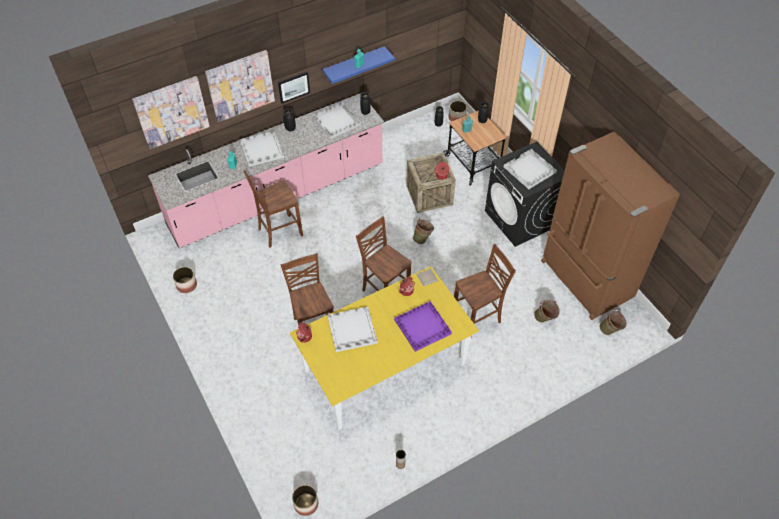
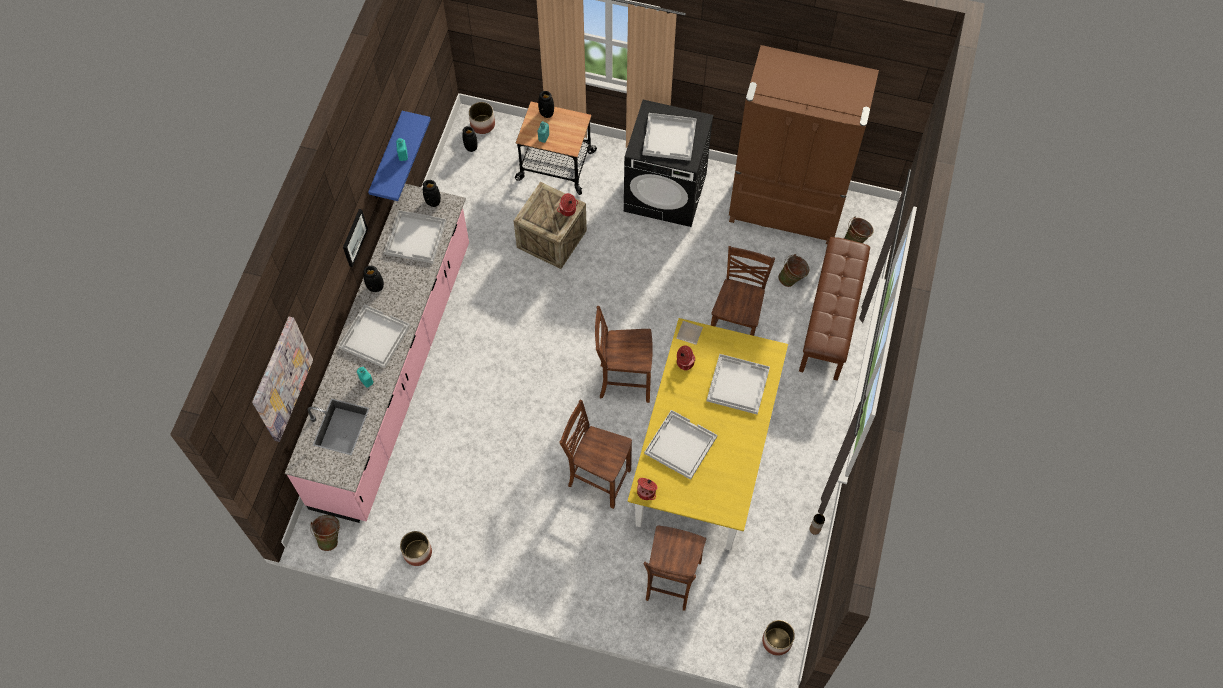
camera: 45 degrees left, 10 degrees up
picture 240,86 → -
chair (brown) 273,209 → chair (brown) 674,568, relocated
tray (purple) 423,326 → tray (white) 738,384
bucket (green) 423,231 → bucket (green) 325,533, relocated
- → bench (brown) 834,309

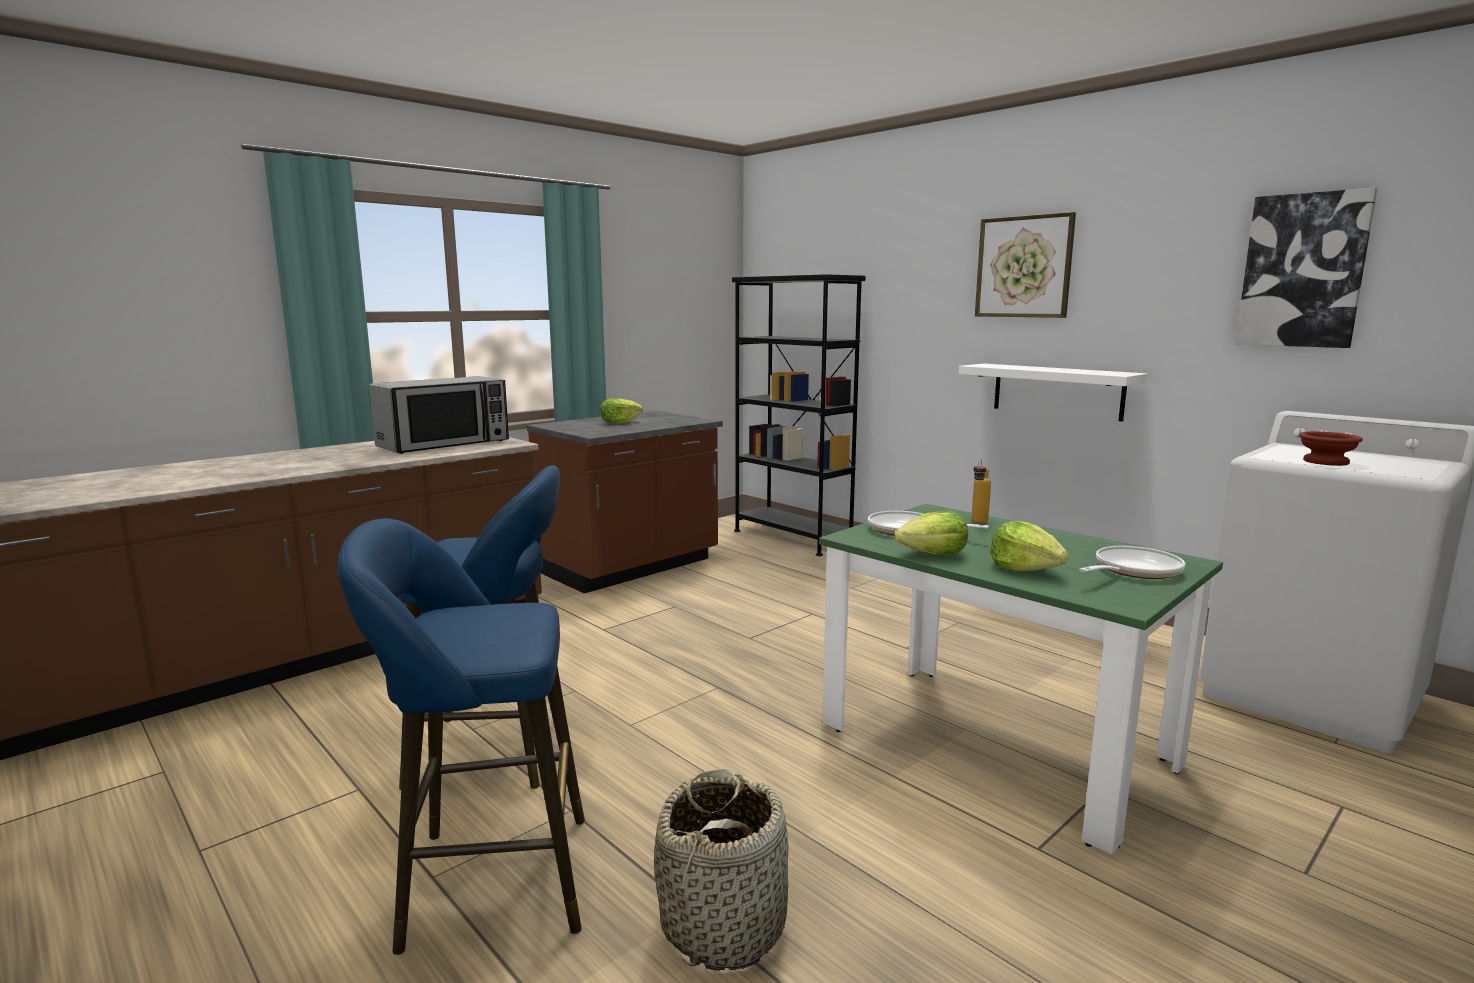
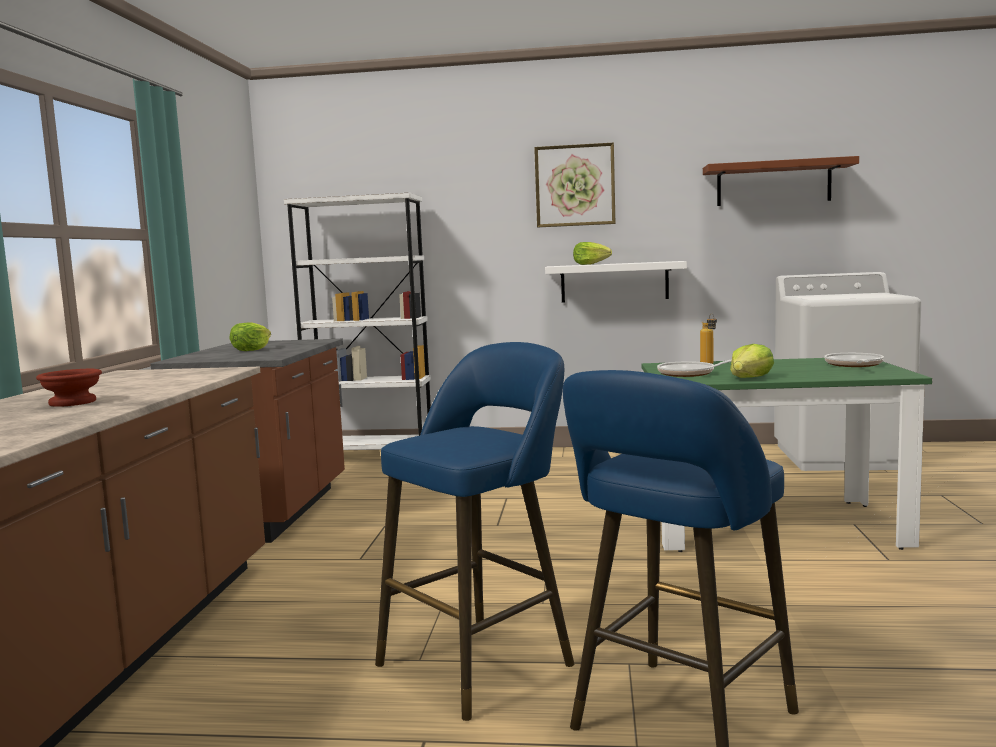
camera: 40 degrees left, 5 degrees down
microwave 439,415 → -
basket 721,869 → -
bookcase (black) 798,415 → bookcase (white) 357,321
lettuce 1029,546 → lettuce 592,253, relocated
picture 1306,267 → shelf (brown) 781,181
bowl (brown) 1331,448 → bowl (brown) 69,388, relocated

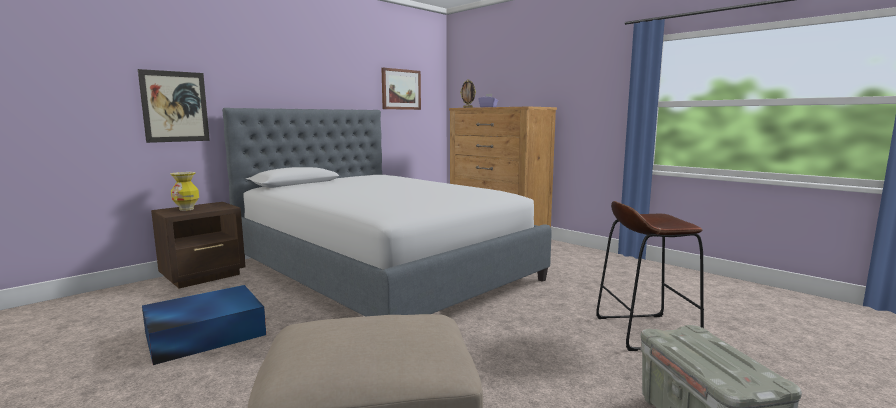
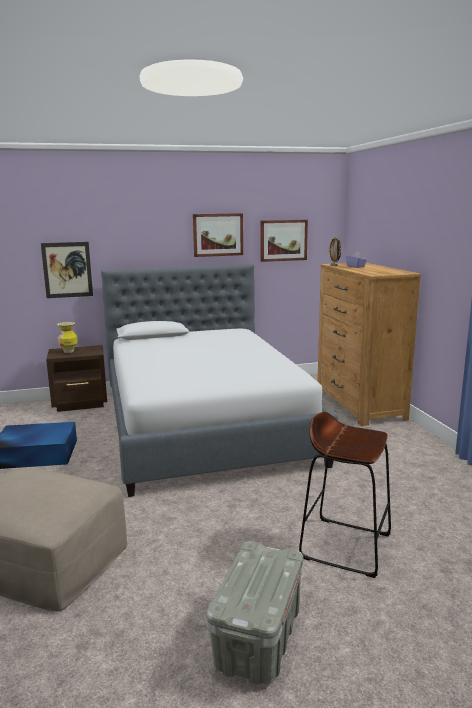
camera: 30 degrees right, 5 degrees up
- → picture 218,235

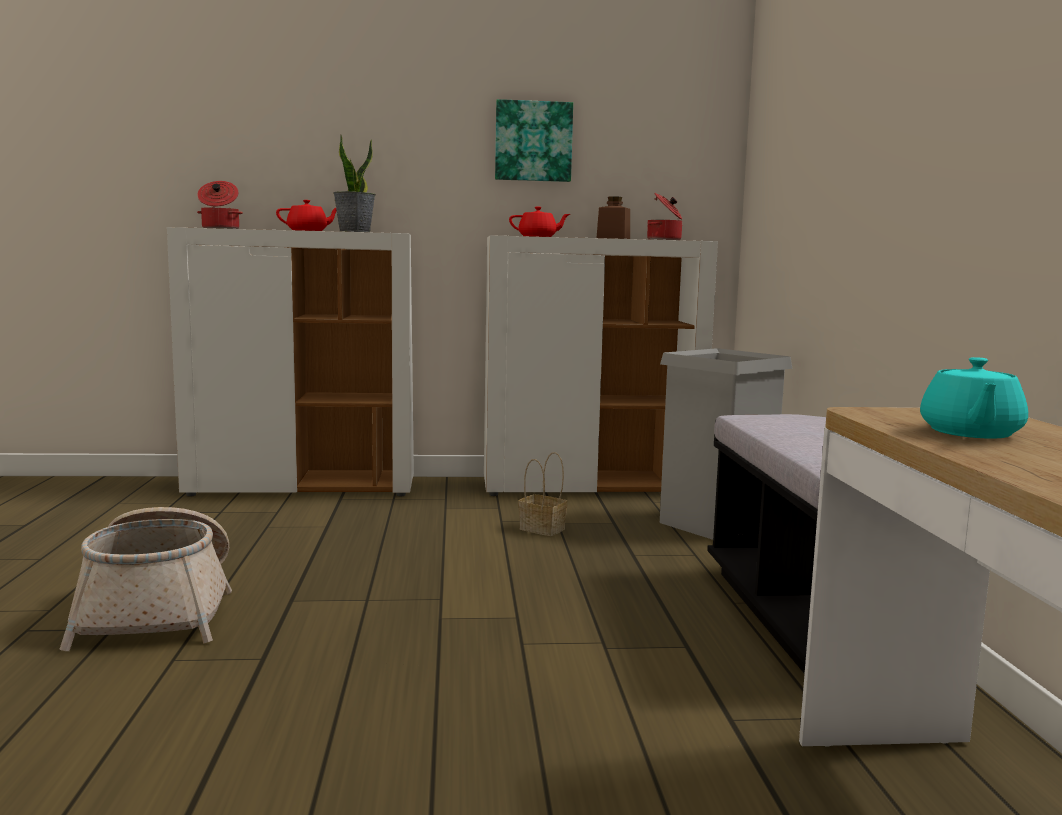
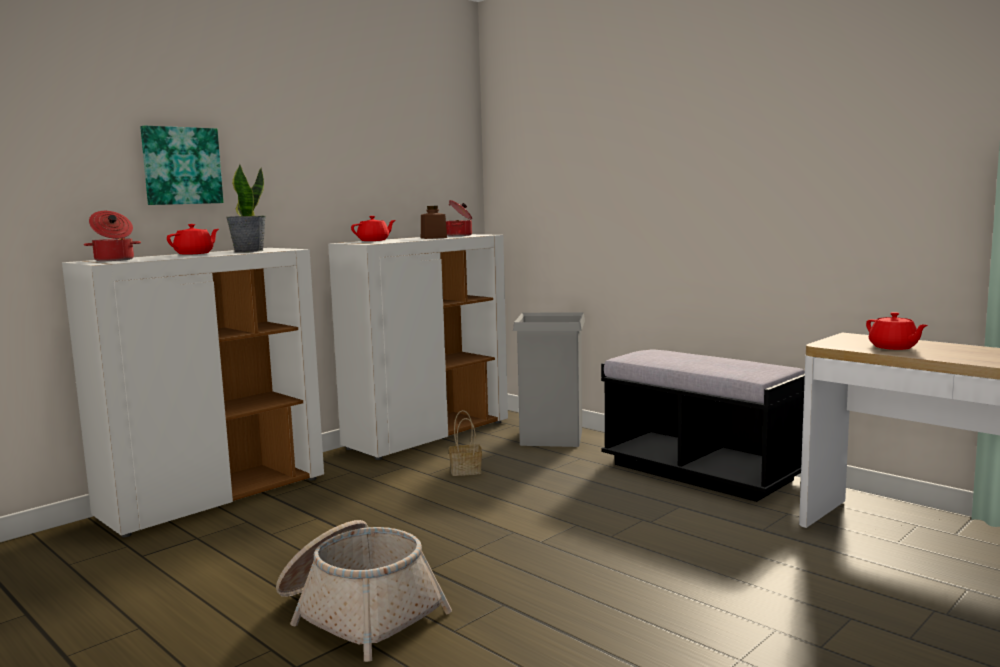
camera: 40 degrees left, 0 degrees up
picture 534,140 → picture 181,165, relocated
teapot (turquoise) 974,397 → teapot (red) 897,331

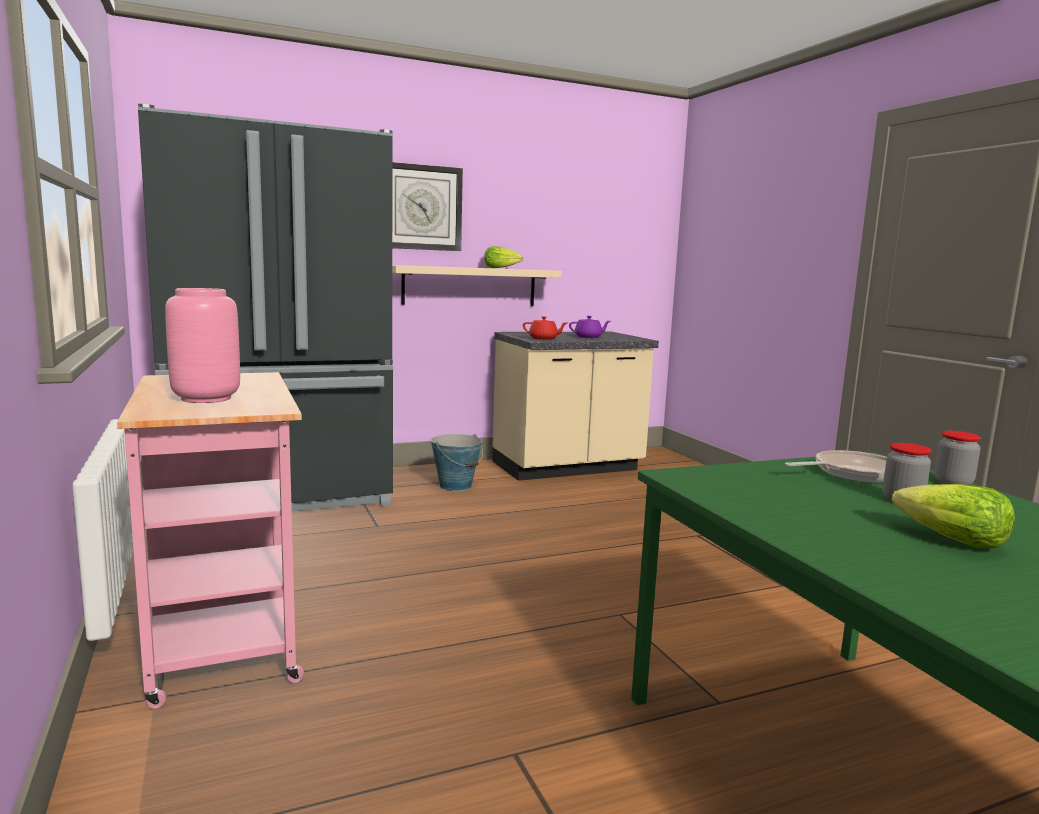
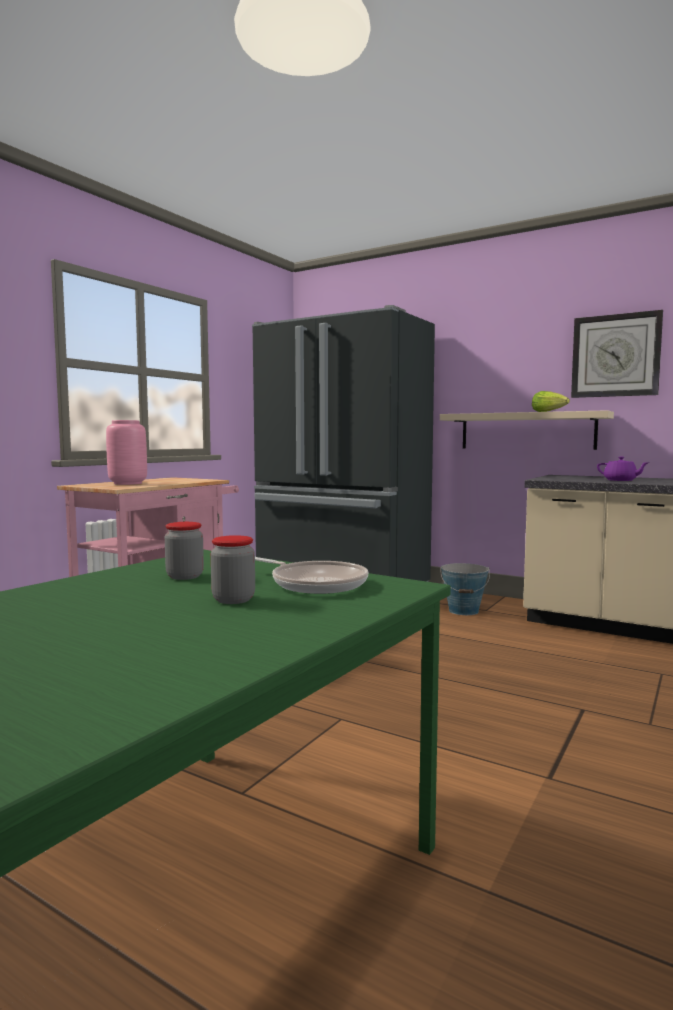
camera: 55 degrees right, 5 degrees down
wall clock 427,206 → wall clock 617,354, relocated
teapot (red) 545,328 → -
lettuce 953,516 → -
jar 958,458 → jar 184,551, relocated

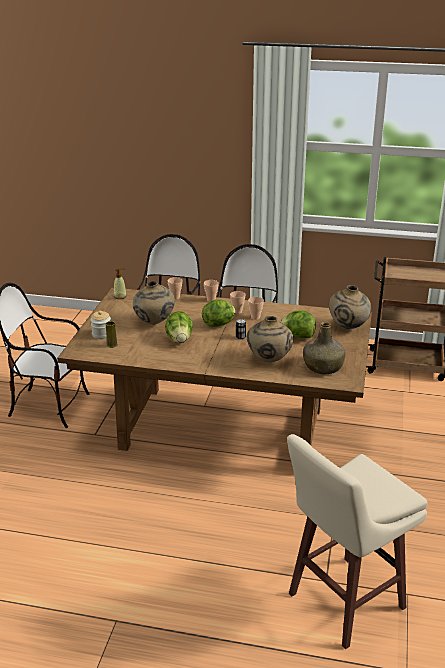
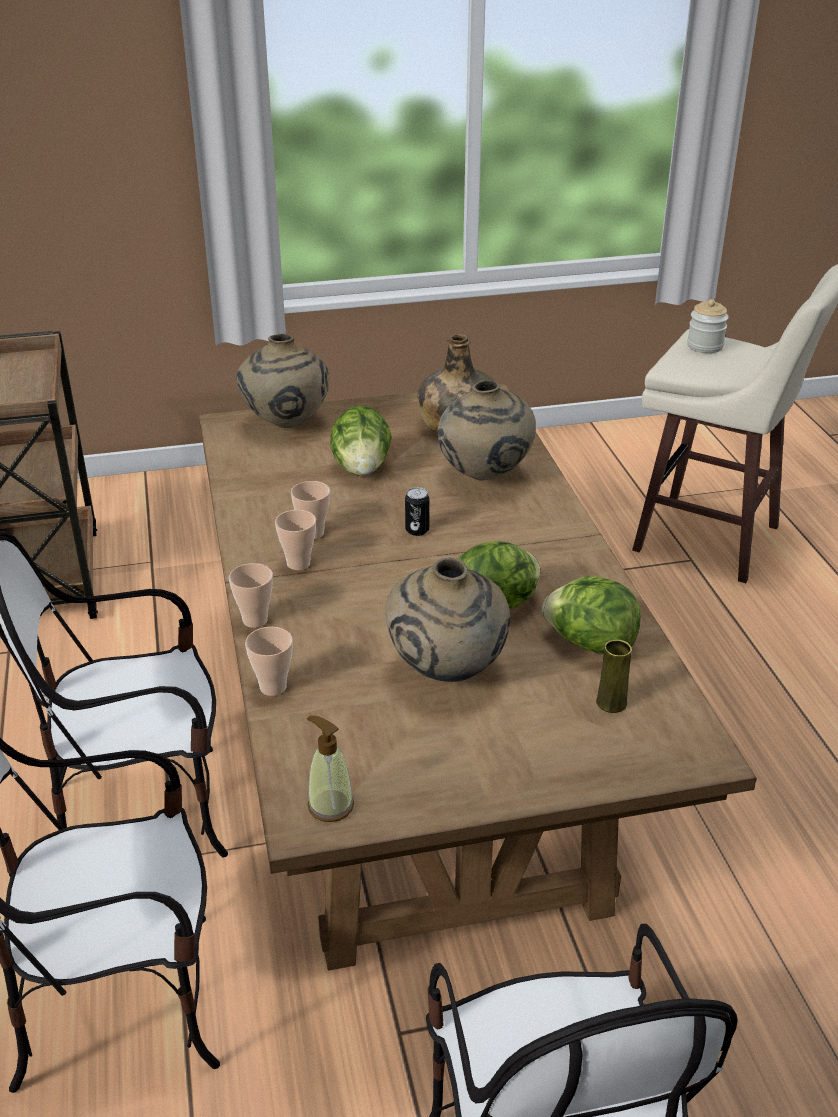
camera: 115 degrees left, 5 degrees up
jar 100,325 → jar 708,326, relocated
lettuce 219,313 → lettuce 591,615, relocated

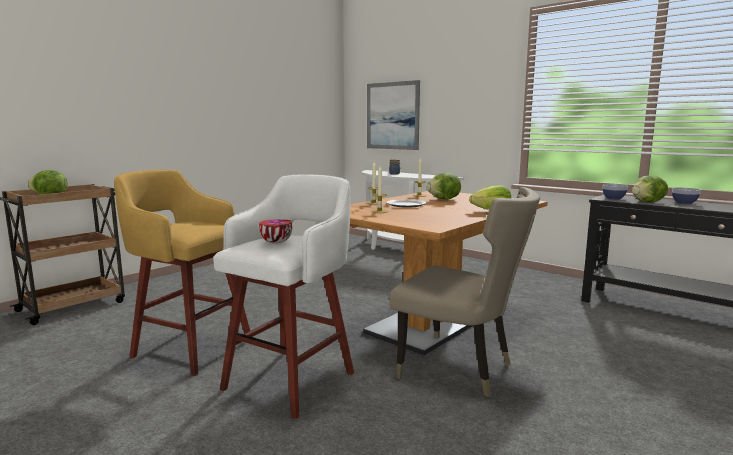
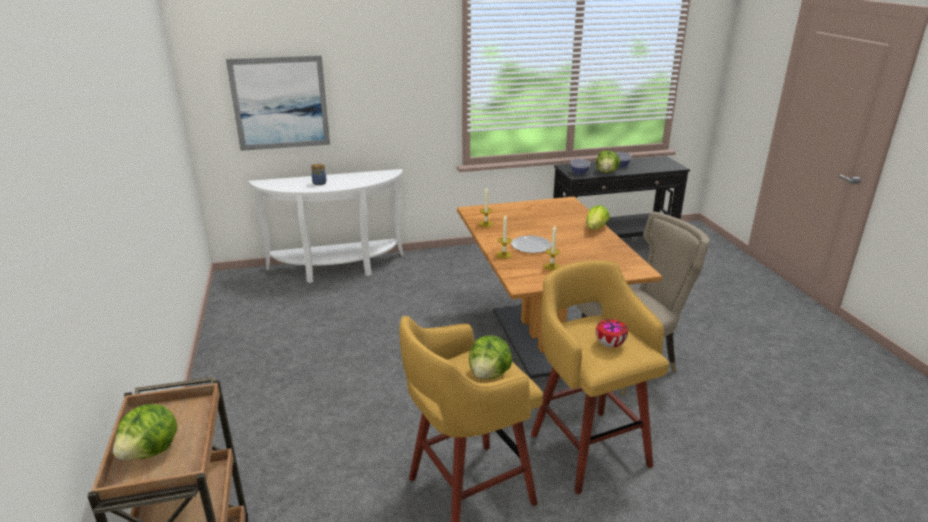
camera: 55 degrees left, 15 degrees up
stool (white) 283,297 → stool (yellow) 600,377
lettuce 443,186 → lettuce 490,357, relocated

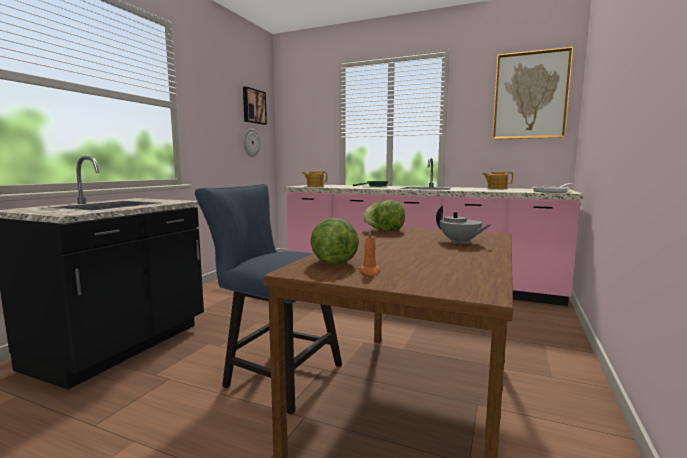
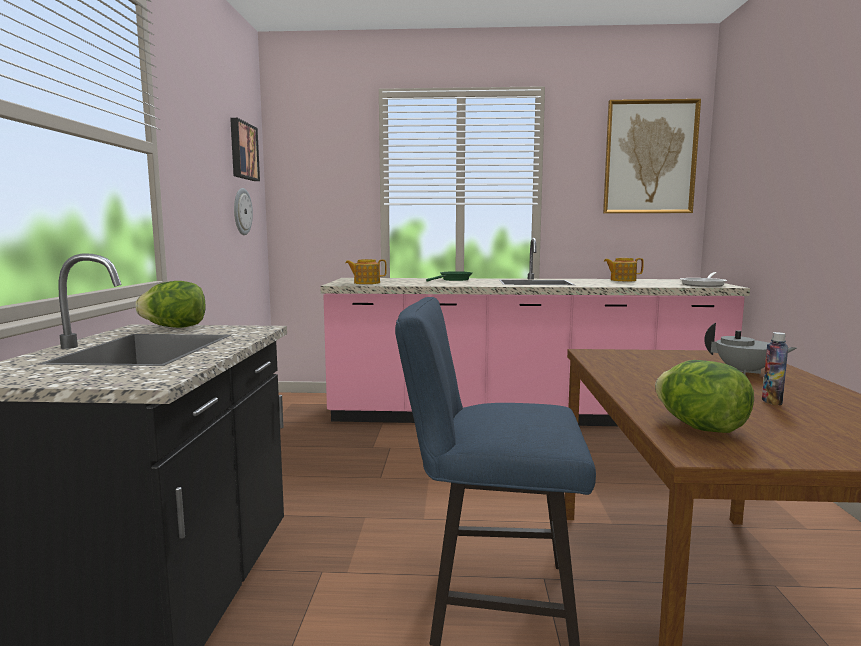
camera: 20 degrees left, 0 degrees up
candle (orange) 369,252 → -
lettuce 384,215 → lettuce 170,304, relocated
- → bottle 775,368

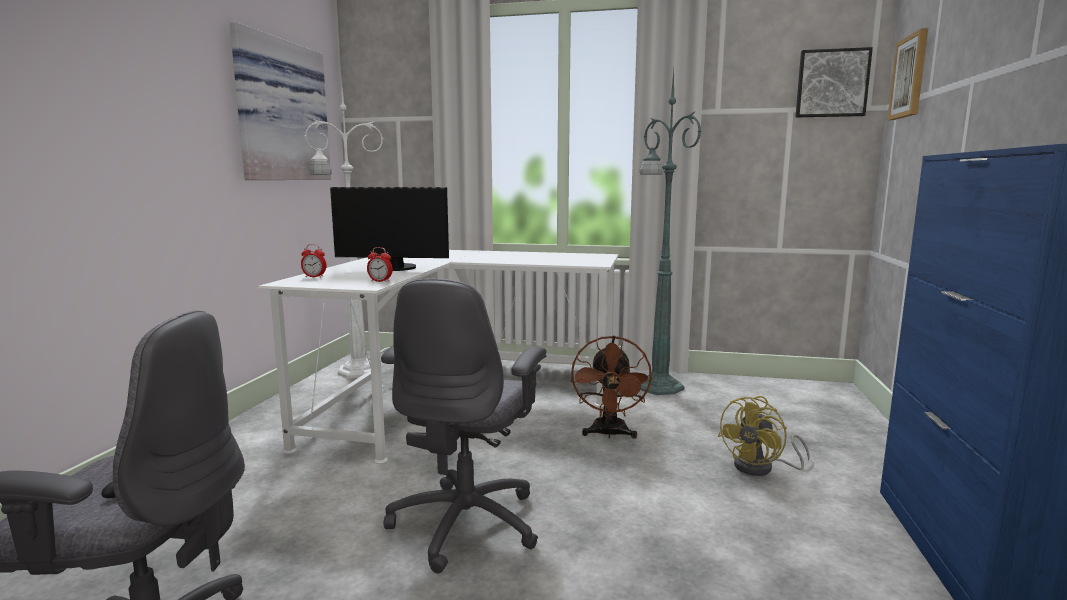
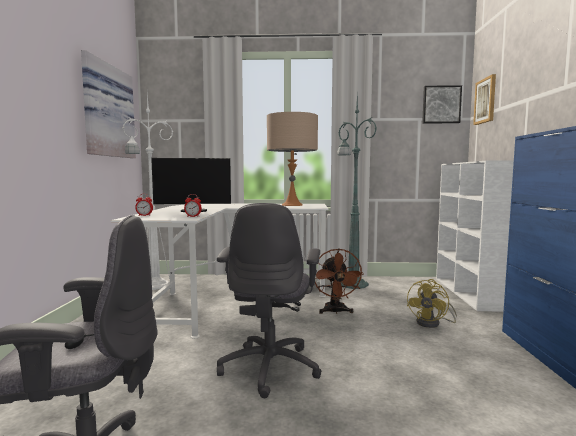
camera: 10 degrees left, 5 degrees down
- → table lamp (beige) 292,159
- → bookcase (white) 475,236

